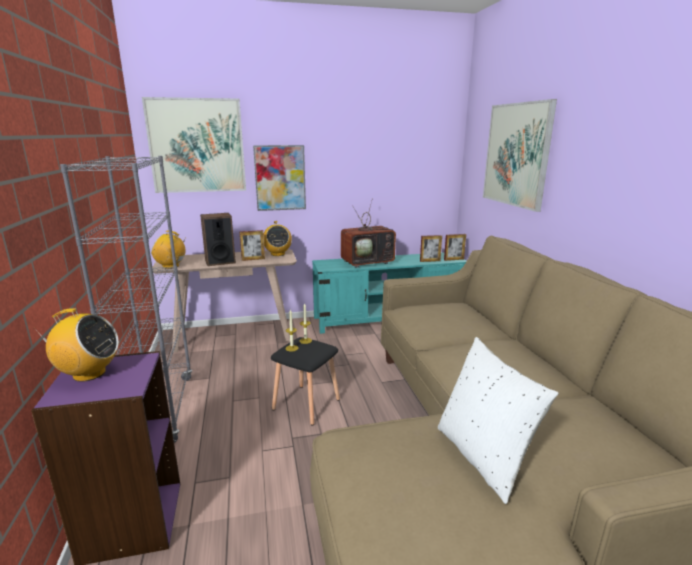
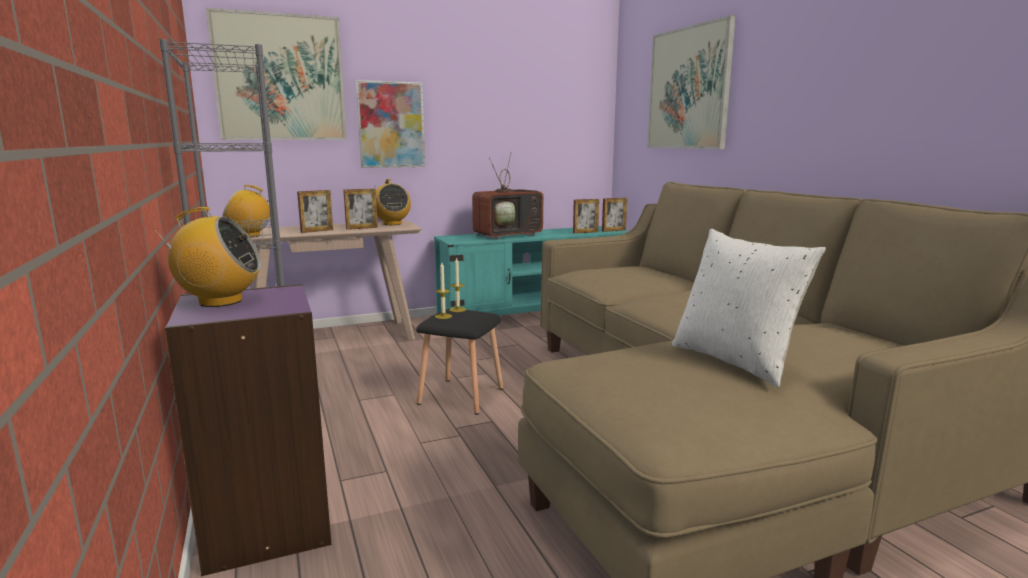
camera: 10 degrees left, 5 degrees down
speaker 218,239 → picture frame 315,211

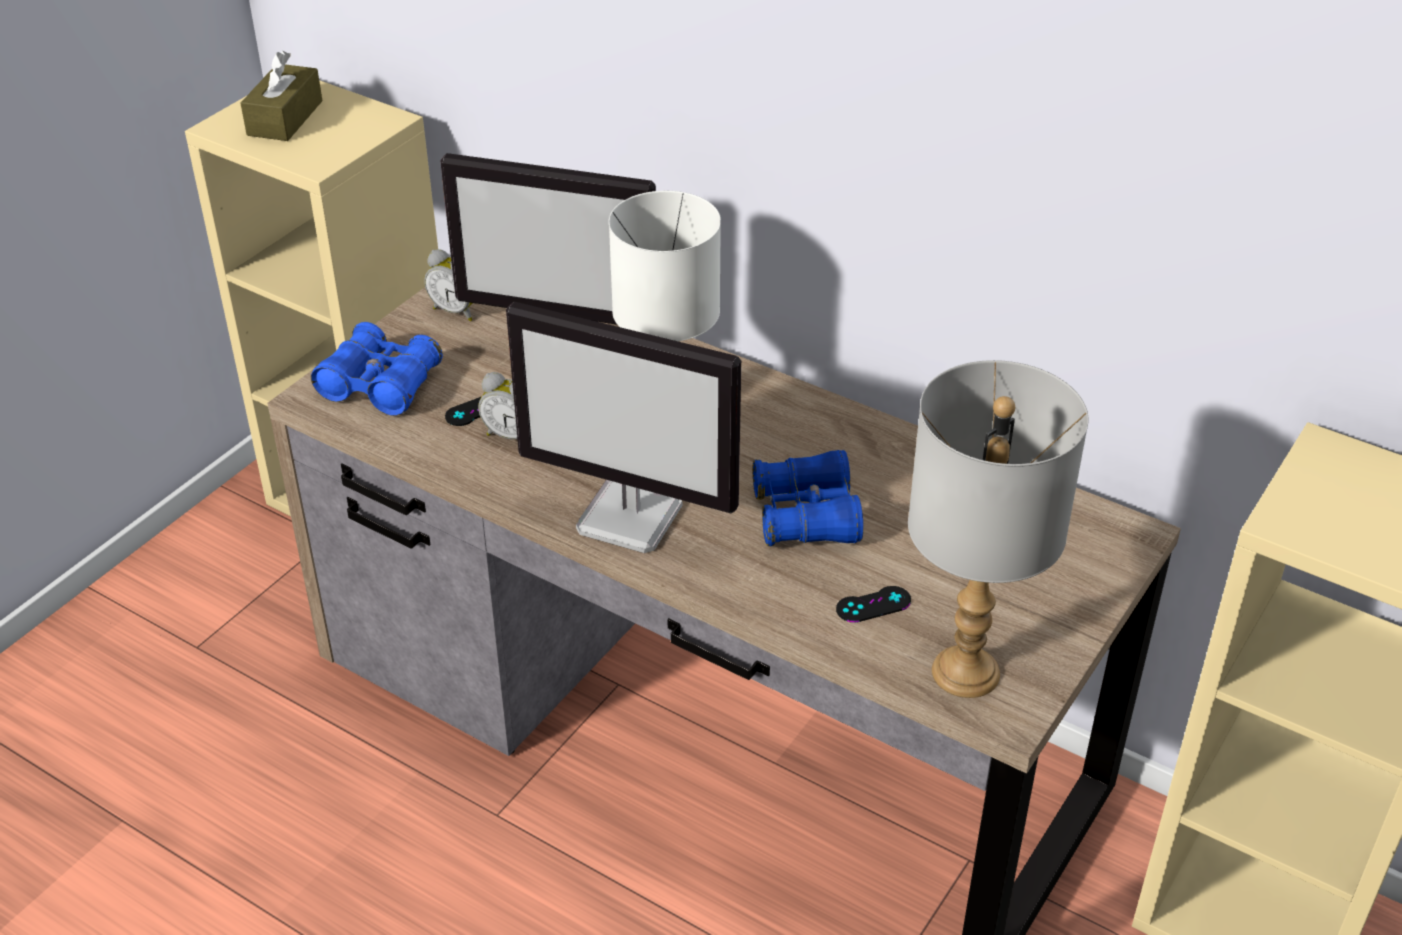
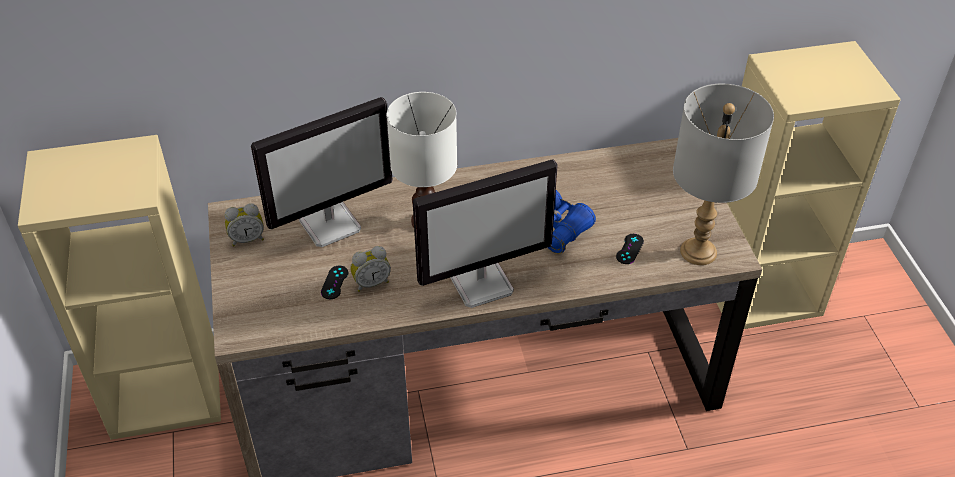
camera: 45 degrees left, 5 degrees up
tissue box (brown) 281,96 → -
binoculars (blue) 377,369 → -

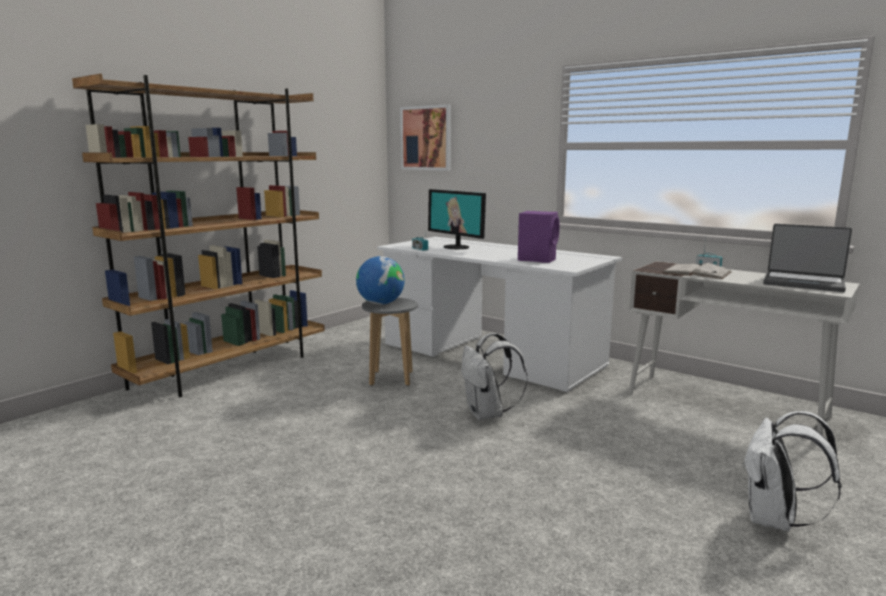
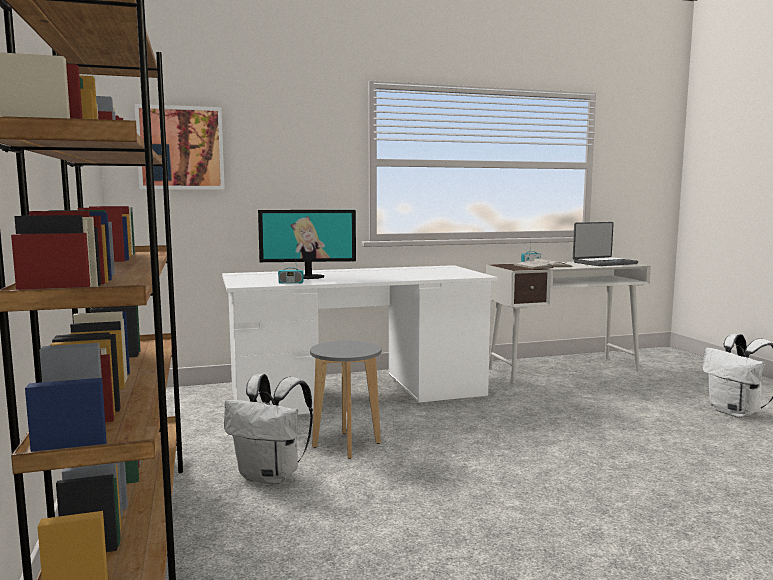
camera: 55 degrees left, 5 degrees down
globe 380,280 → -
backpack (white) 494,376 → backpack (white) 268,429, relocated
speaker (purple) 539,237 → -

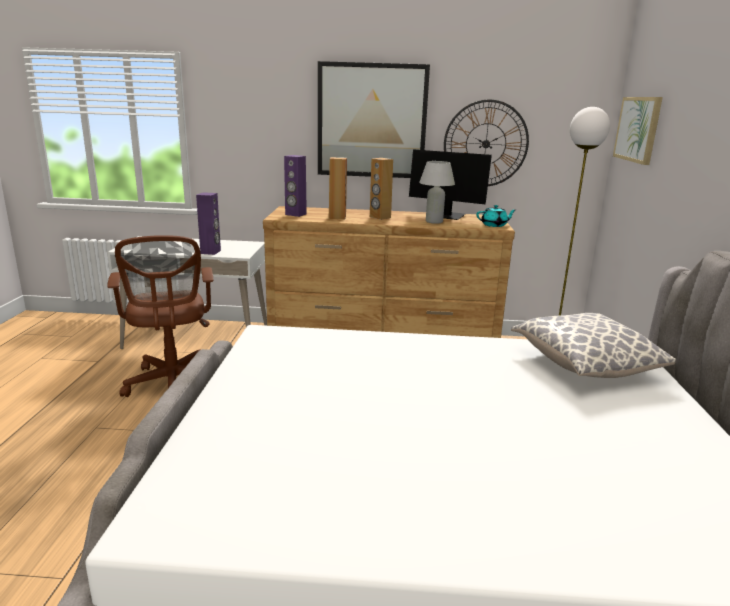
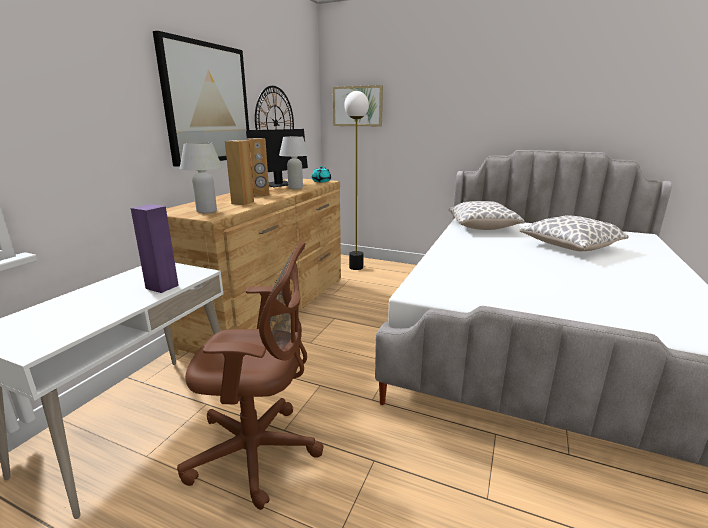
camera: 70 degrees left, 0 degrees up
speaker (purple) 295,186 → table lamp (white) 201,178
- → pillow 574,233

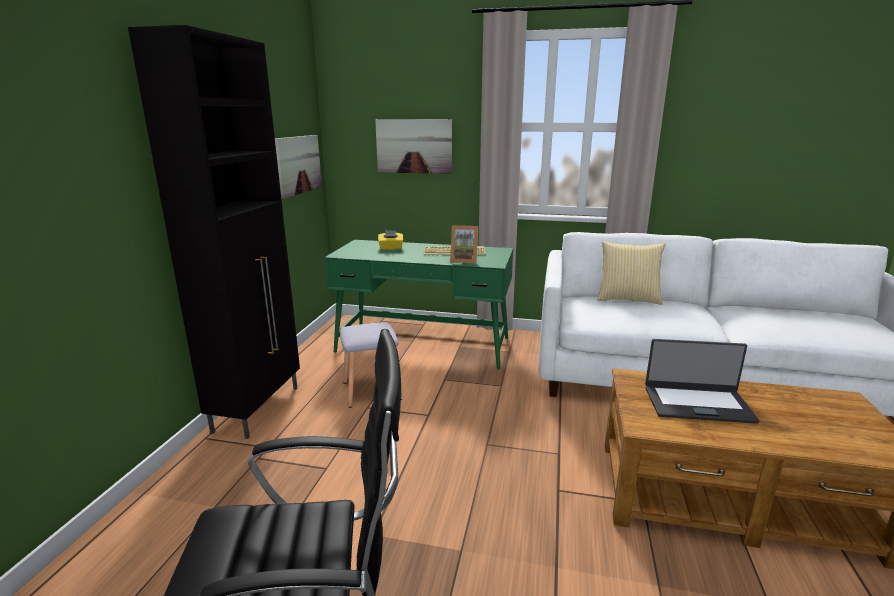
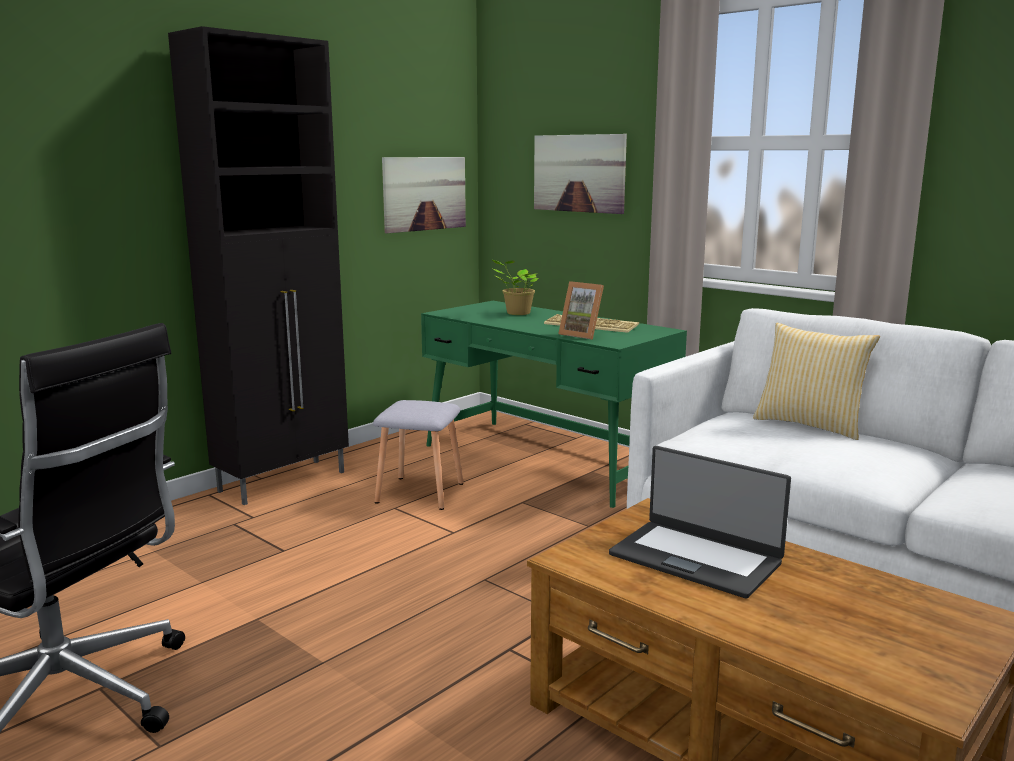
camera: 30 degrees right, 5 degrees down
tissue box (yellow) 390,240 → potted plant 514,287

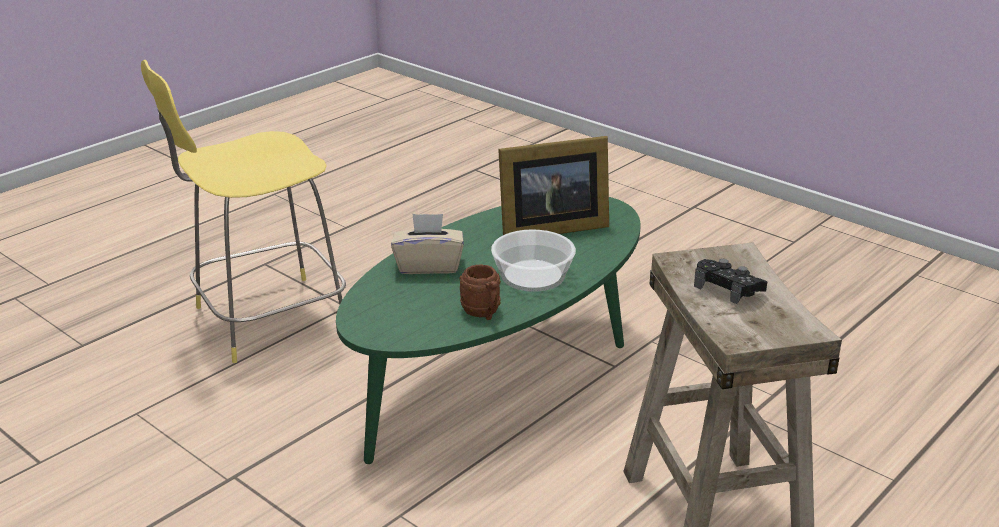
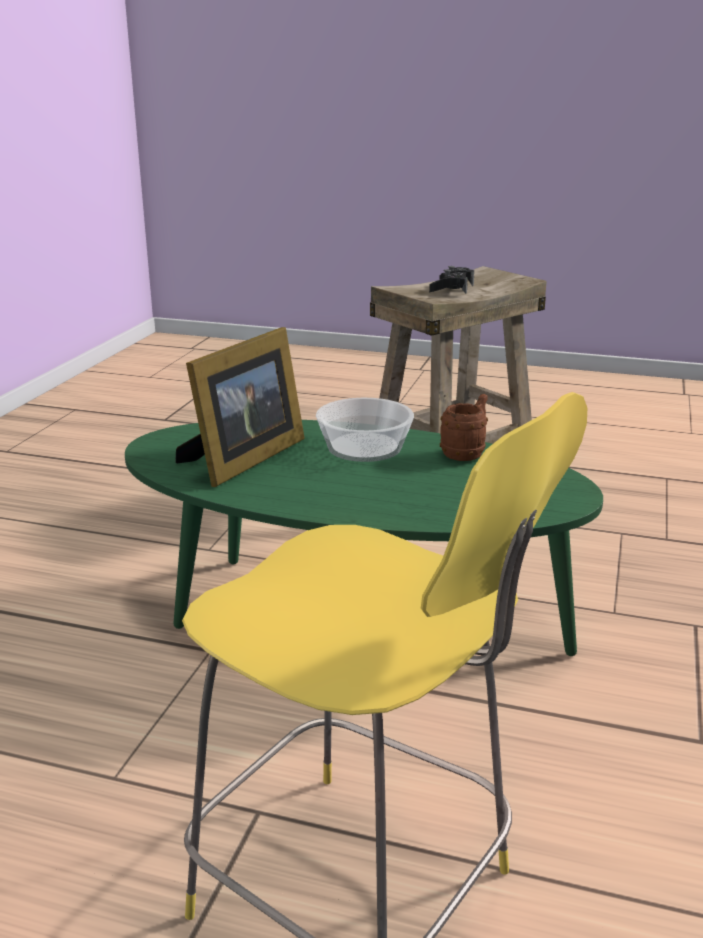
camera: 115 degrees left, 5 degrees down
tissue box (beige) 427,244 → -
picture frame 553,185 → picture frame 240,407, 75 degrees clockwise

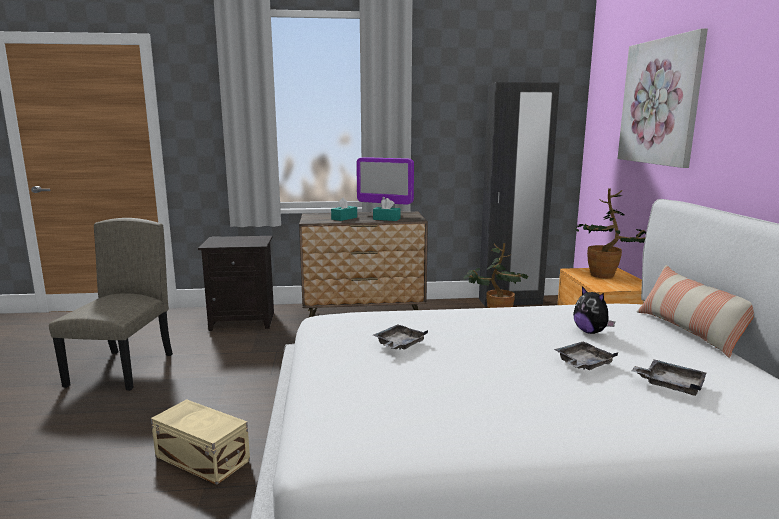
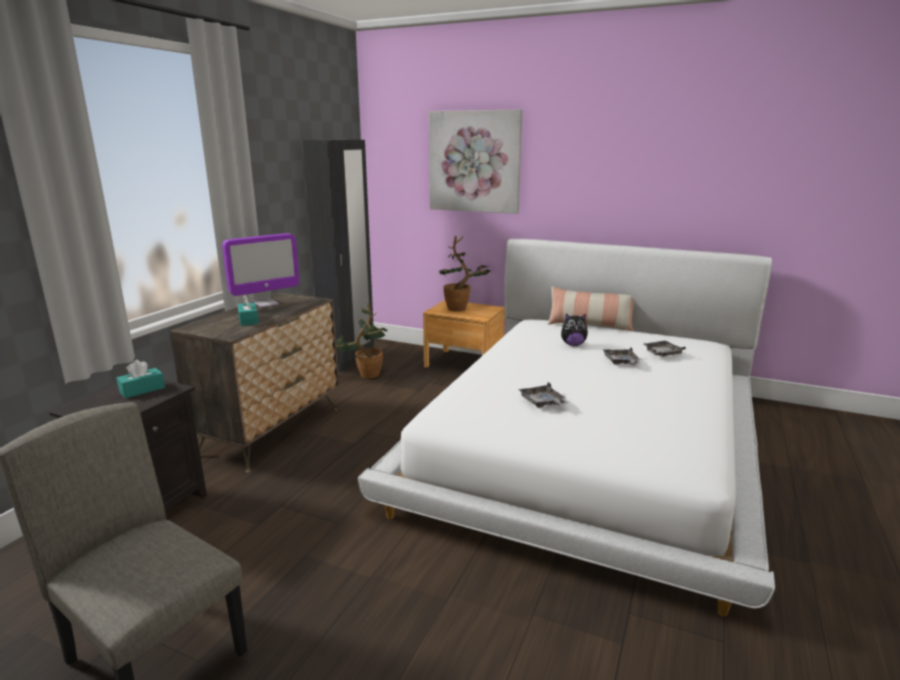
camera: 60 degrees left, 5 degrees up
storage box (beige) 200,442 → -
tissue box (turquoise) 387,209 → tissue box (turquoise) 141,379, relocated

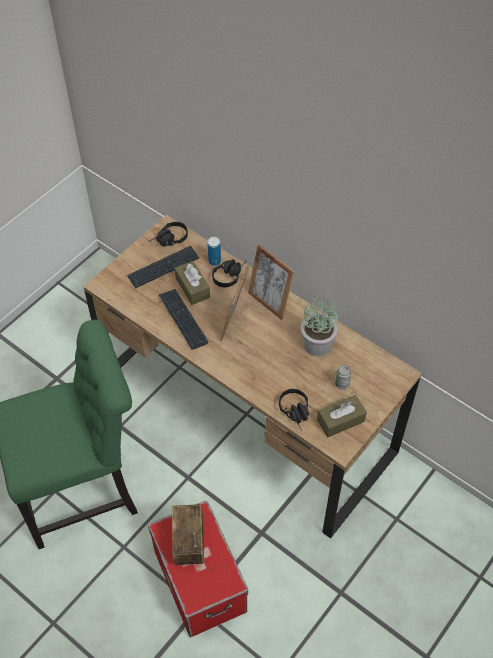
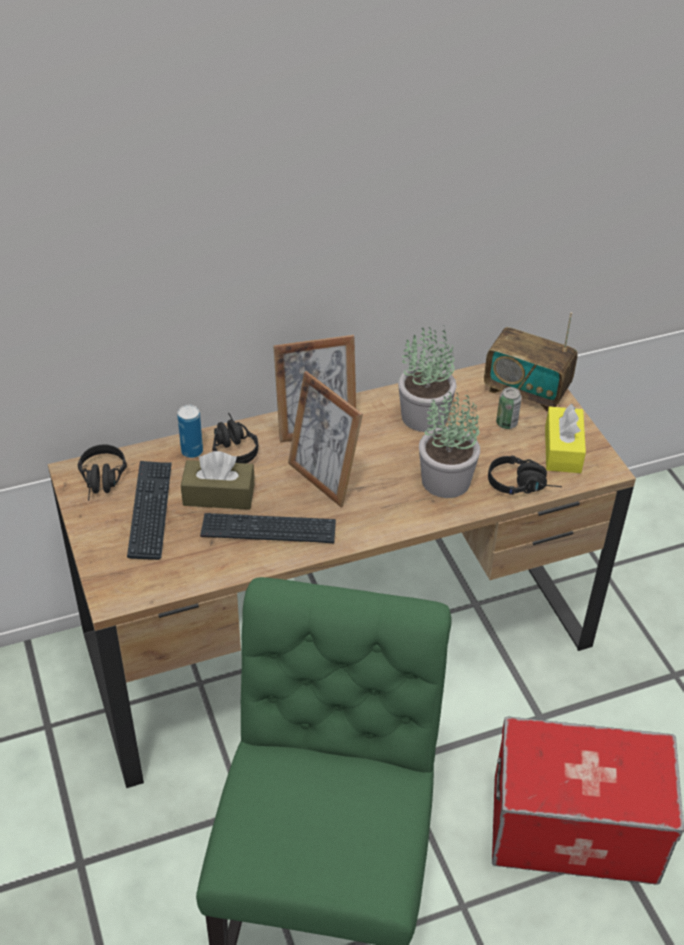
camera: 60 degrees left, 10 degrees down
radio 188,534 → radio 531,362, relocated
tissue box (brown) 342,416 → tissue box (yellow) 565,438
- → potted plant 449,444

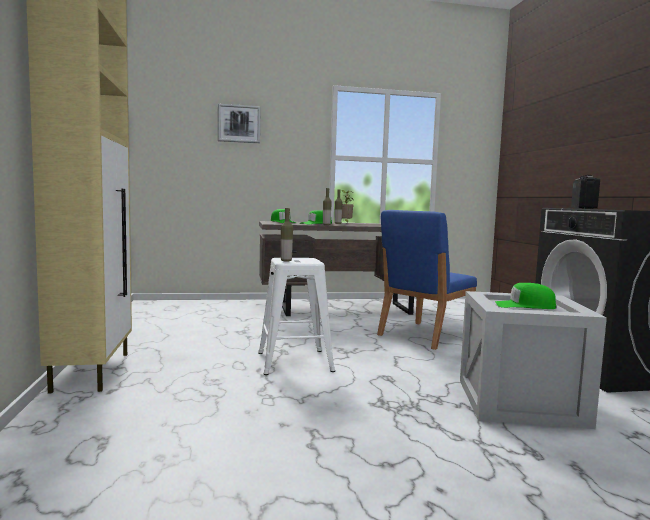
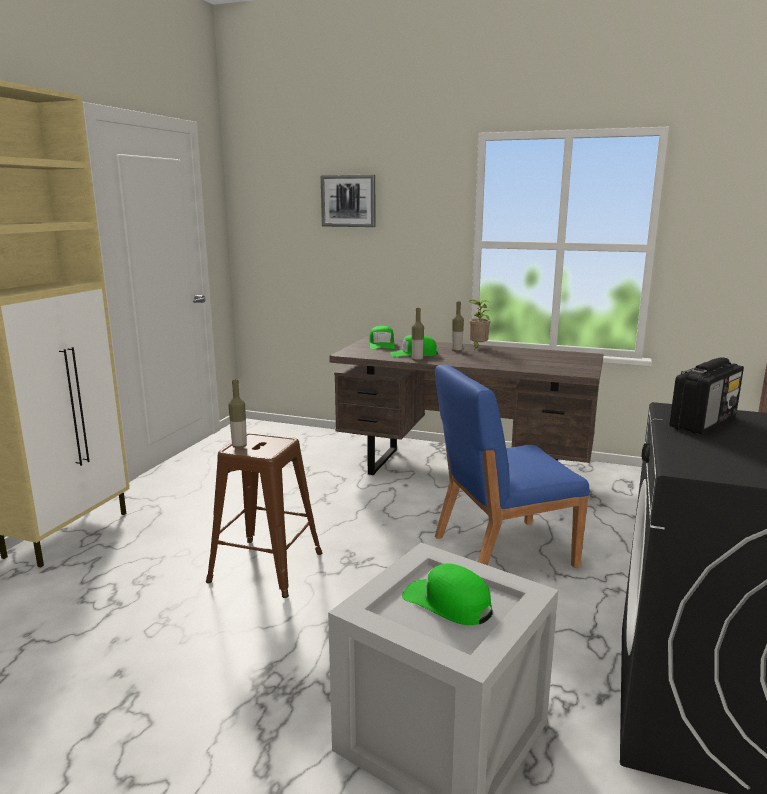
camera: 30 degrees right, 10 degrees up
stool (white) 296,316 → stool (brown) 264,515

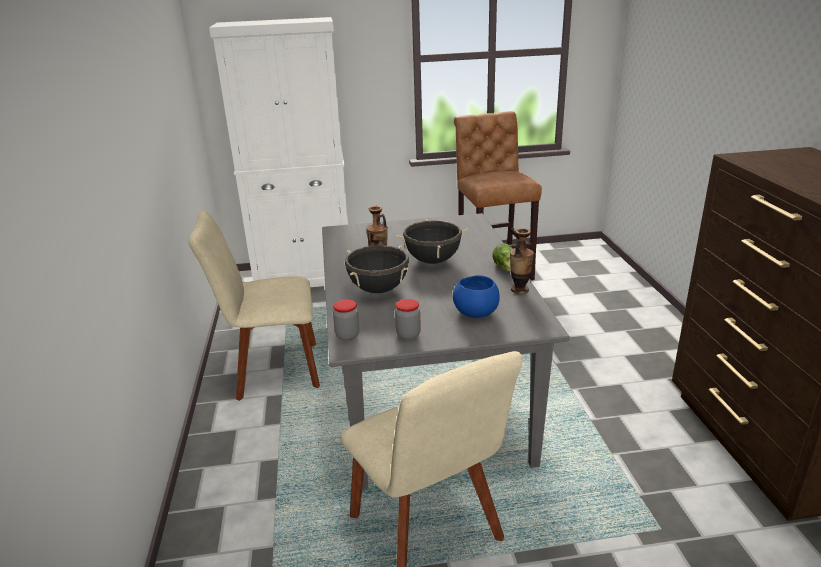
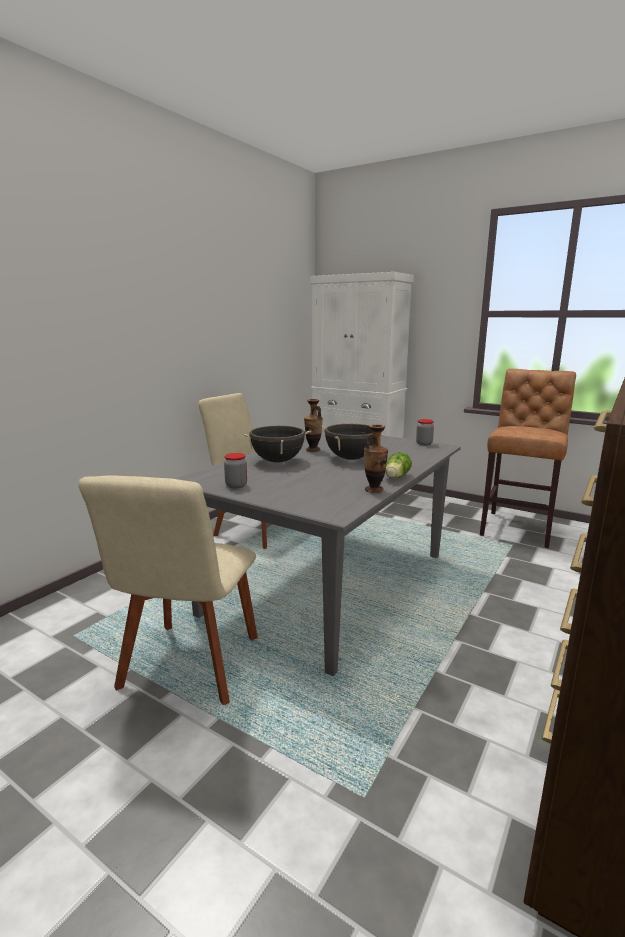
camera: 40 degrees right, 10 degrees down
jar 346,320 → jar 425,432, relocated
bowl (blue) 476,296 → -

